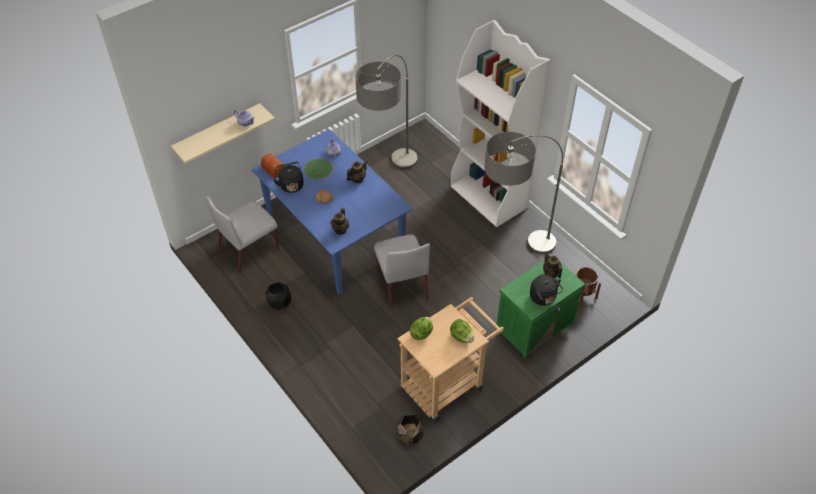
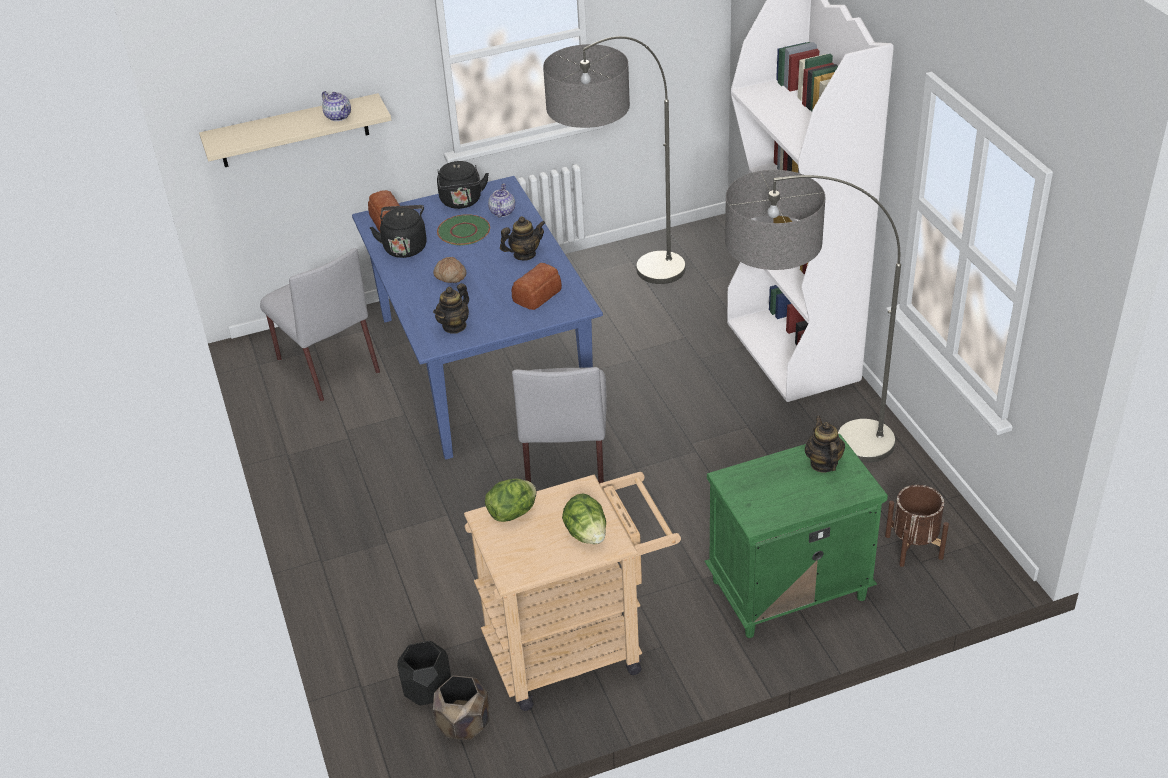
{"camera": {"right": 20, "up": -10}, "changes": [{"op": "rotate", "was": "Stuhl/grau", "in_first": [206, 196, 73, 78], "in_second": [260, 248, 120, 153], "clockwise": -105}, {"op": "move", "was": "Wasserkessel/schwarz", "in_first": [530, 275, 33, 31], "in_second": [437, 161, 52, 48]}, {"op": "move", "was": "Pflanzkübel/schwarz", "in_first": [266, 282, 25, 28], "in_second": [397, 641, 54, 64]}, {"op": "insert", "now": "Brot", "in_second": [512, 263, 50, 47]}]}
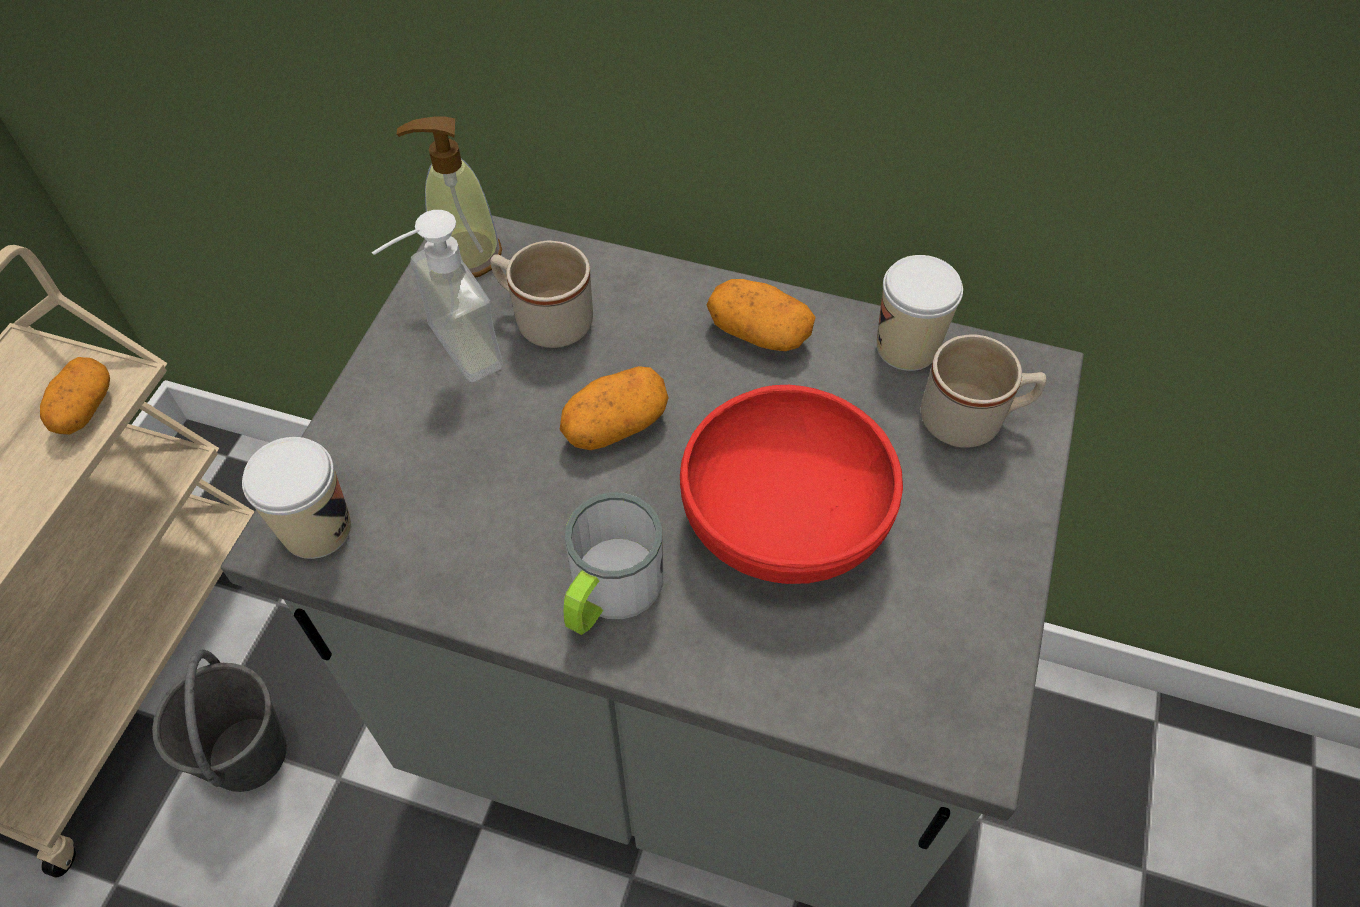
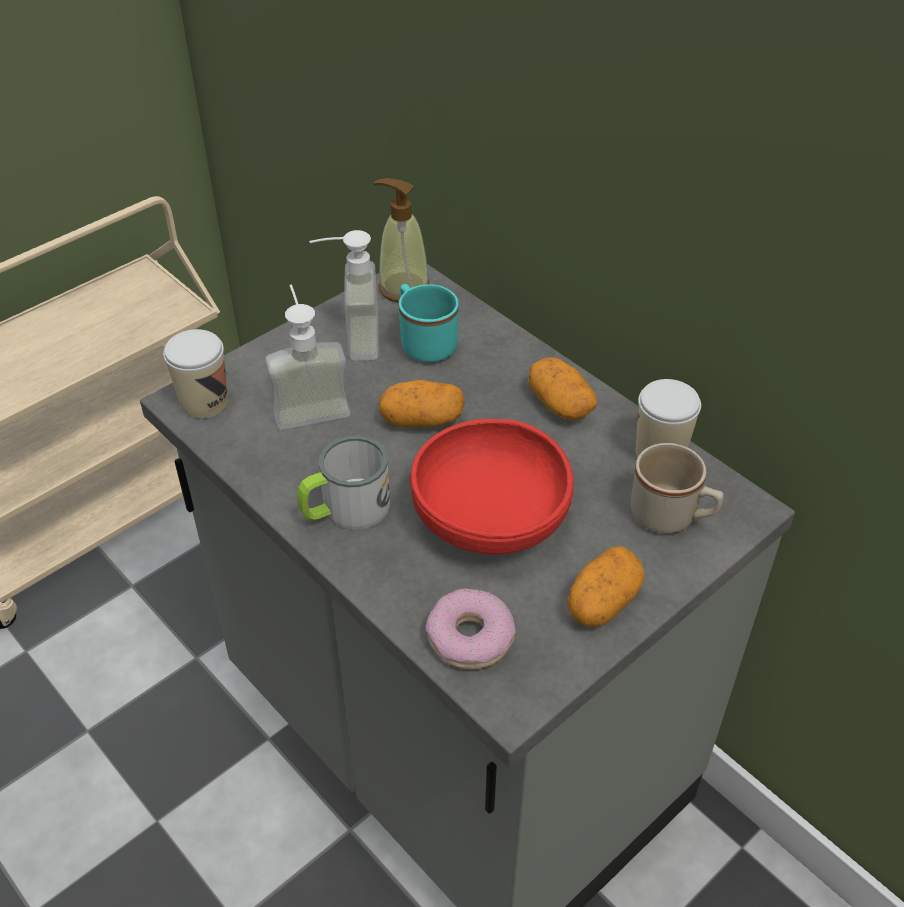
{"camera": {"right": 30, "up": -10}, "changes": [{"op": "recolor", "was": "Henkelbecher/beige", "now": "Henkelbecher/türkis", "in_first": [490, 241, 103, 107], "in_second": [399, 284, 60, 79]}, {"op": "move", "was": "Kartoffel", "in_first": [40, 357, 70, 78], "in_second": [567, 546, 78, 81]}, {"op": "delete", "was": "Eimer/grau", "in_first": [152, 649, 135, 143]}, {"op": "insert", "now": "Seifenspender", "in_second": [266, 284, 85, 146]}, {"op": "insert", "now": "Donut", "in_second": [425, 589, 91, 81]}]}
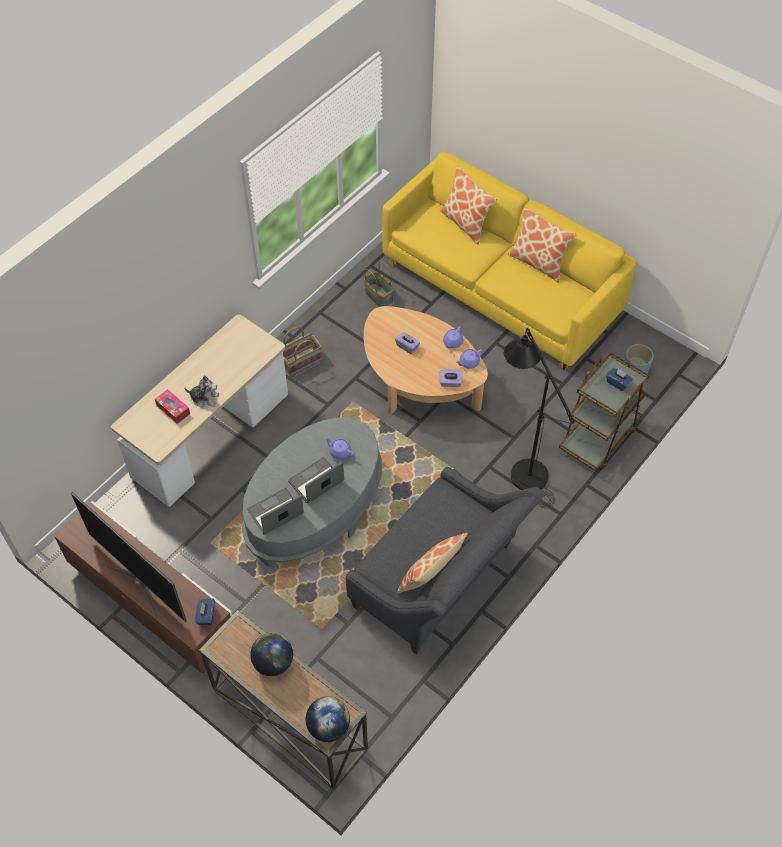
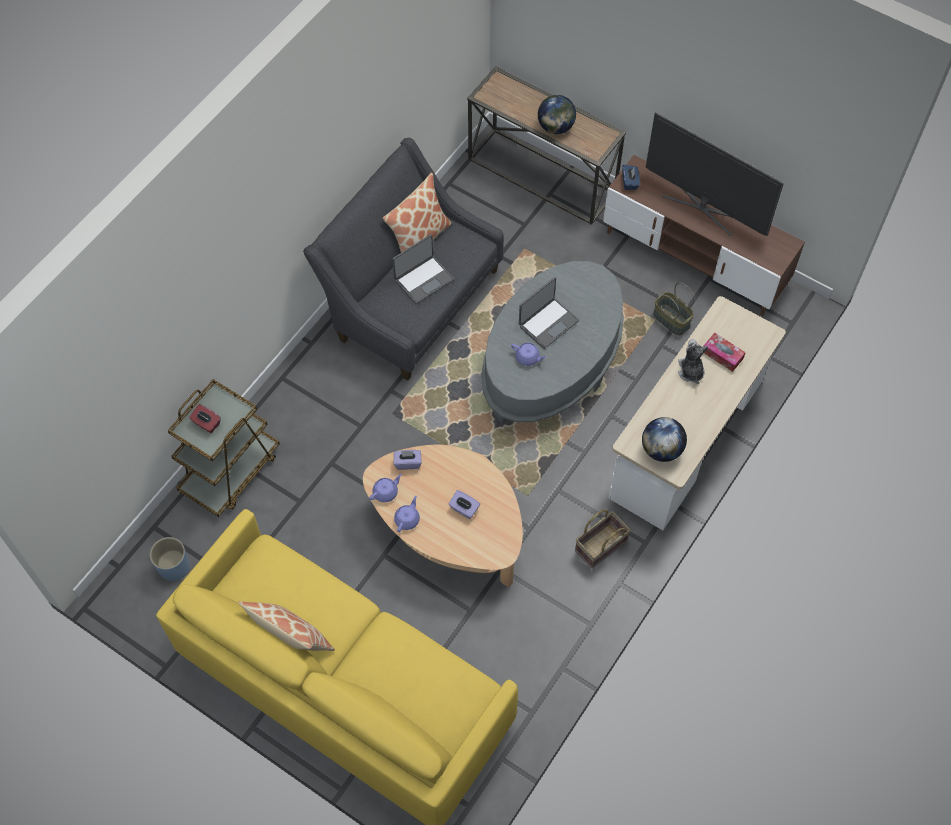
{"camera": {"right": 175, "up": 5}, "changes": [{"op": "delete", "was": "Kissen", "in_first": [440, 165, 57, 80]}, {"op": "move", "was": "Korb", "in_first": [364, 261, 30, 46], "in_second": [653, 282, 42, 54]}, {"op": "delete", "was": "Stehlampe/schwarz", "in_first": [504, 328, 70, 180]}, {"op": "recolor", "was": "Taschentuchbox/blau", "now": "Taschentuchbox/rot", "in_first": [606, 368, 27, 23], "in_second": [189, 404, 32, 29]}, {"op": "rotate", "was": "Plüschtier", "in_first": [184, 375, 35, 33], "in_second": [678, 339, 30, 45], "clockwise": 75}, {"op": "move", "was": "Laptop", "in_first": [247, 488, 57, 46], "in_second": [392, 234, 62, 70]}, {"op": "move", "was": "Globus", "in_first": [306, 696, 44, 46], "in_second": [642, 417, 45, 45]}]}
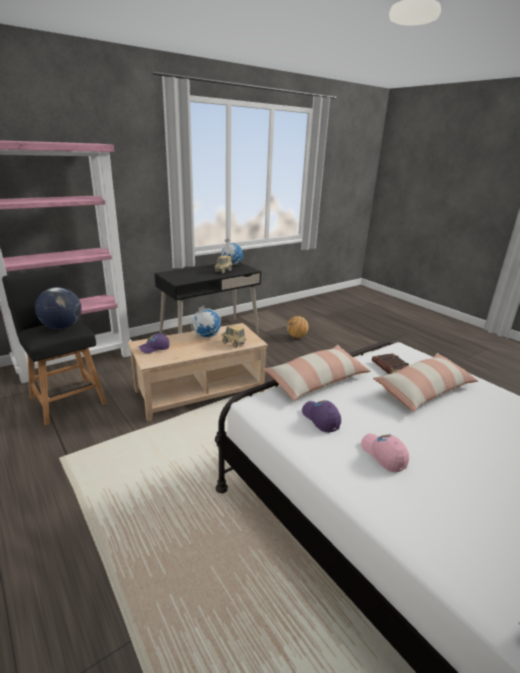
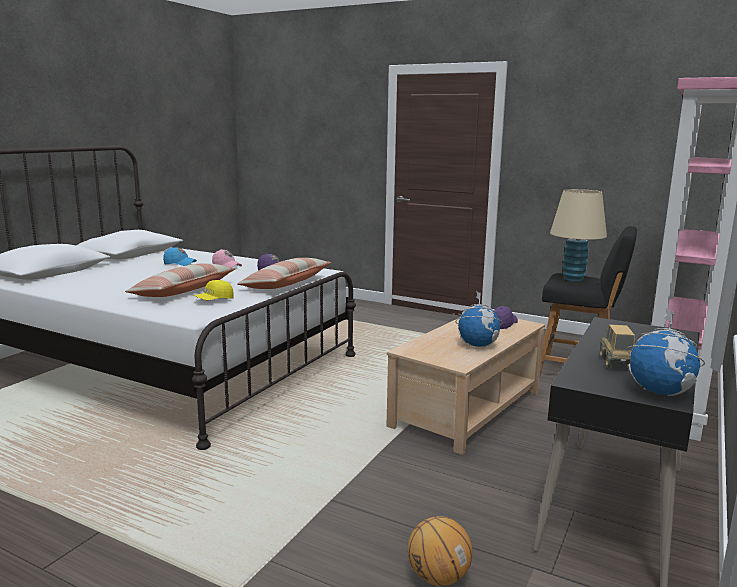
{"camera": {"right": 155, "up": -10}, "changes": [{"op": "replace", "was": "Globus", "now": "Tischlampe/beige", "in_first": [35, 287, 47, 42], "in_second": [550, 189, 57, 92]}, {"op": "delete", "was": "Spielzeuglaster", "in_first": [221, 324, 25, 24]}, {"op": "replace", "was": "Buch/braun", "now": "Kappe/gelb", "in_first": [372, 353, 37, 21], "in_second": [193, 280, 41, 20]}, {"op": "insert", "now": "Kappe/blau", "in_second": [163, 247, 34, 19]}]}
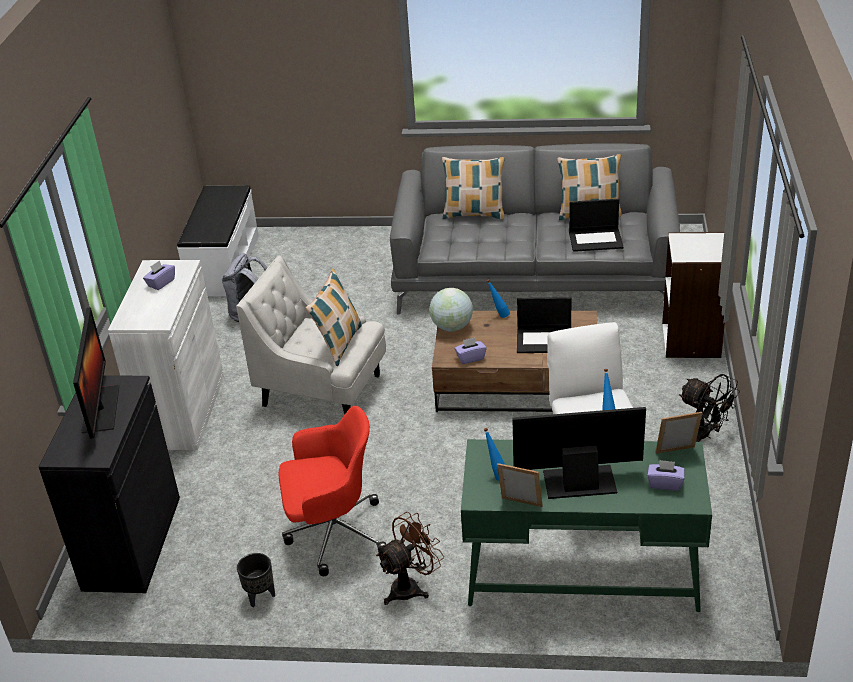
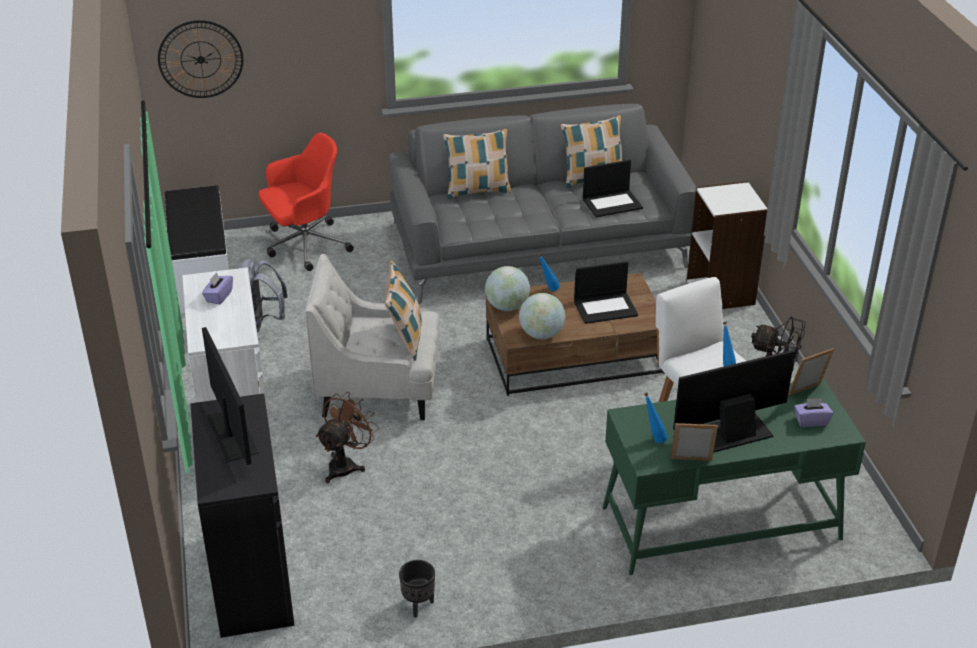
{"camera": {"right": -20, "up": 0}, "changes": [{"op": "replace", "was": "Taschentuchbox/lila", "now": "Globus", "in_first": [454, 337, 33, 27], "in_second": [519, 293, 46, 46]}, {"op": "move", "was": "Bürostuhl/rot", "in_first": [278, 406, 108, 170], "in_second": [259, 133, 95, 138]}, {"op": "move", "was": "Ventilator/braun", "in_first": [376, 512, 68, 93], "in_second": [316, 392, 63, 91]}, {"op": "insert", "now": "Wanduhr", "in_second": [158, 20, 85, 78]}]}
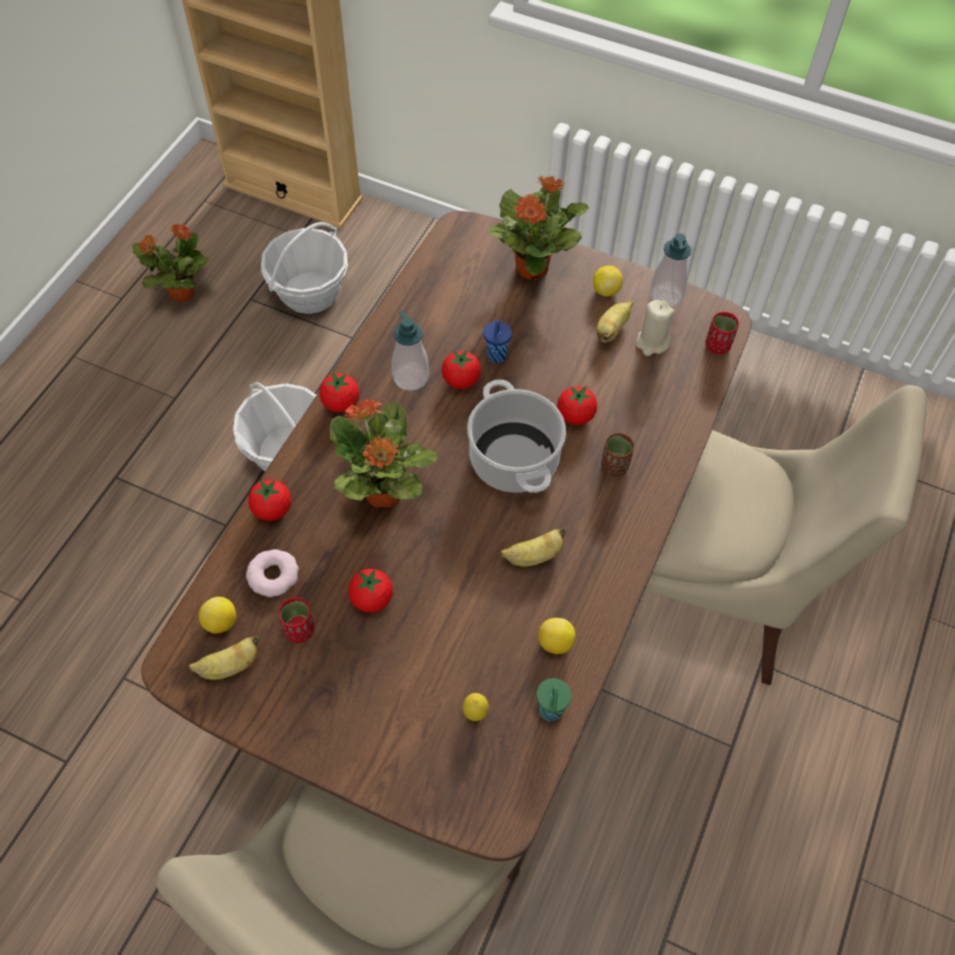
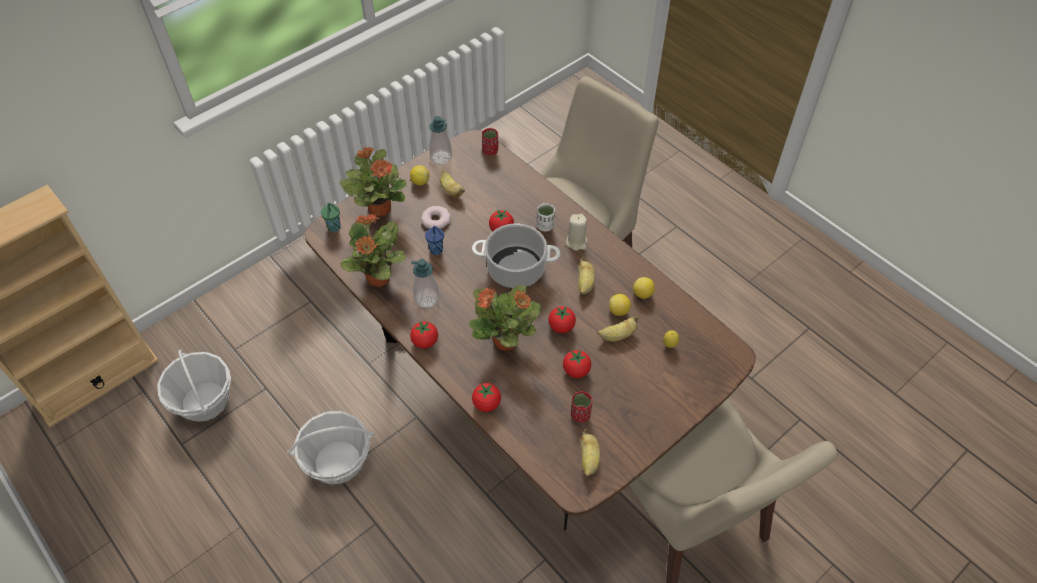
{"camera": {"right": -65, "up": -5}, "changes": [{"op": "move", "was": "Topfpflanze", "in_first": [133, 224, 76, 78], "in_second": [340, 213, 66, 74]}, {"op": "move", "was": "Kerze/beige", "in_first": [636, 300, 38, 56], "in_second": [566, 214, 22, 37]}, {"op": "move", "was": "Tomate", "in_first": [442, 350, 39, 39], "in_second": [548, 306, 28, 27]}, {"op": "recolor", "was": "Tasse/braun", "now": "Tasse/weiß", "in_first": [601, 432, 33, 45], "in_second": [537, 203, 18, 28]}, {"op": "move", "was": "Donut", "in_first": [246, 549, 53, 48], "in_second": [421, 206, 30, 23]}, {"op": "move", "was": "Zitrone", "in_first": [199, 597, 37, 37], "in_second": [609, 294, 22, 22]}, {"op": "move", "was": "Tasse/grün", "in_first": [536, 678, 35, 44], "in_second": [321, 203, 20, 29]}, {"op": "insert", "now": "Banane", "in_second": [597, 316, 42, 26]}]}
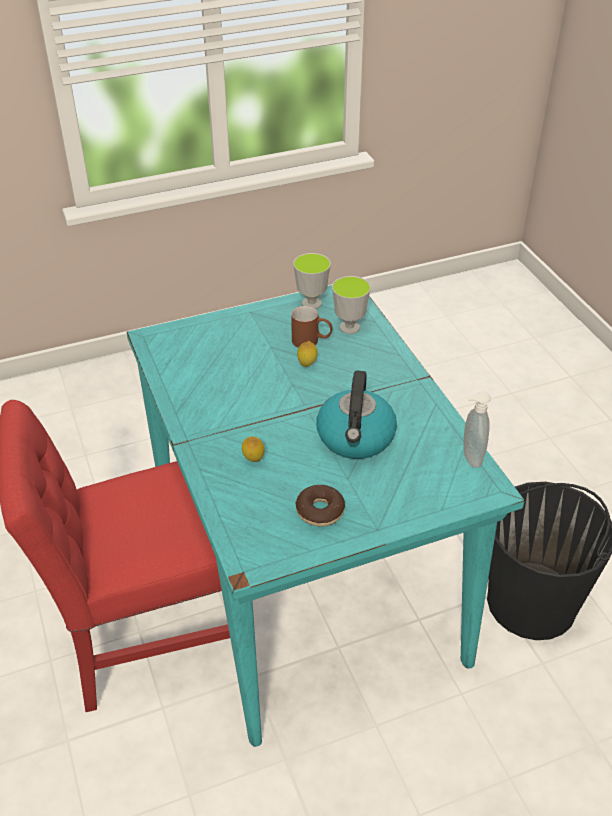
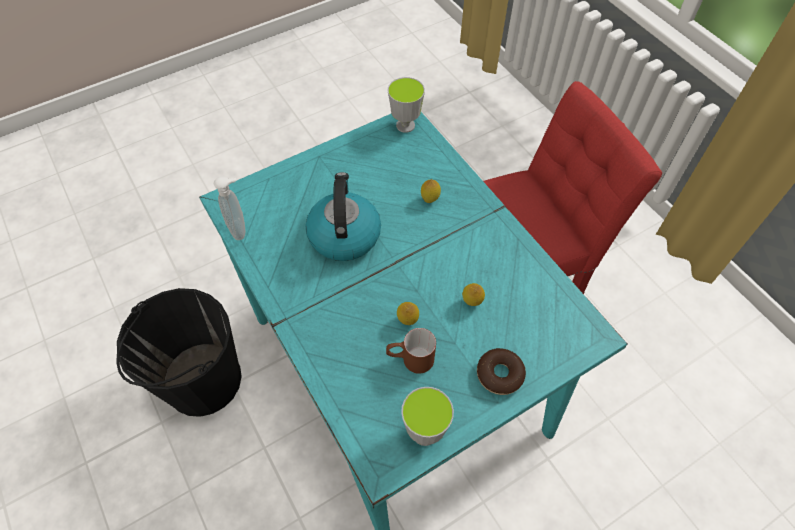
{"camera": {"right": 170, "up": 15}, "changes": [{"op": "move", "was": "Tasse", "in_first": [332, 276, 39, 58], "in_second": [388, 77, 37, 56]}, {"op": "move", "was": "Donut", "in_first": [295, 485, 50, 42], "in_second": [477, 348, 49, 47]}, {"op": "insert", "now": "Zitrone", "in_second": [462, 283, 23, 23]}]}
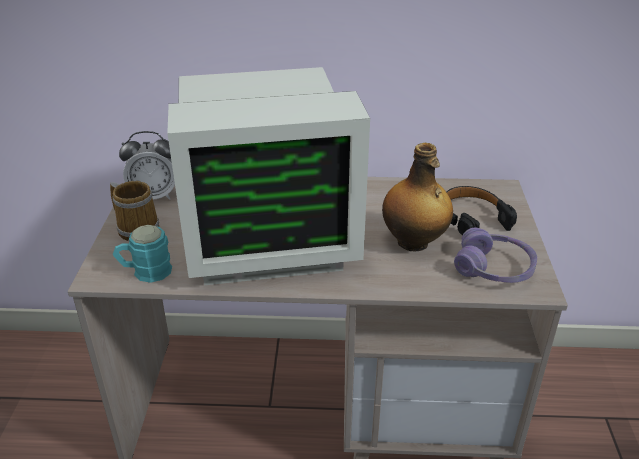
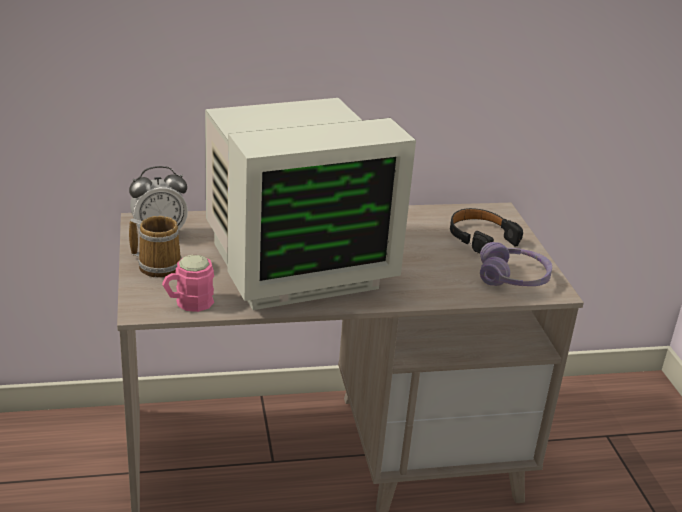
{"camera": {"right": -15, "up": -5}, "changes": [{"op": "delete", "was": "Flasche", "in_first": [382, 143, 71, 108]}, {"op": "recolor", "was": "Henkelbecher/türkis", "now": "Henkelbecher/rosa", "in_first": [113, 225, 59, 58], "in_second": [162, 255, 52, 57]}]}
